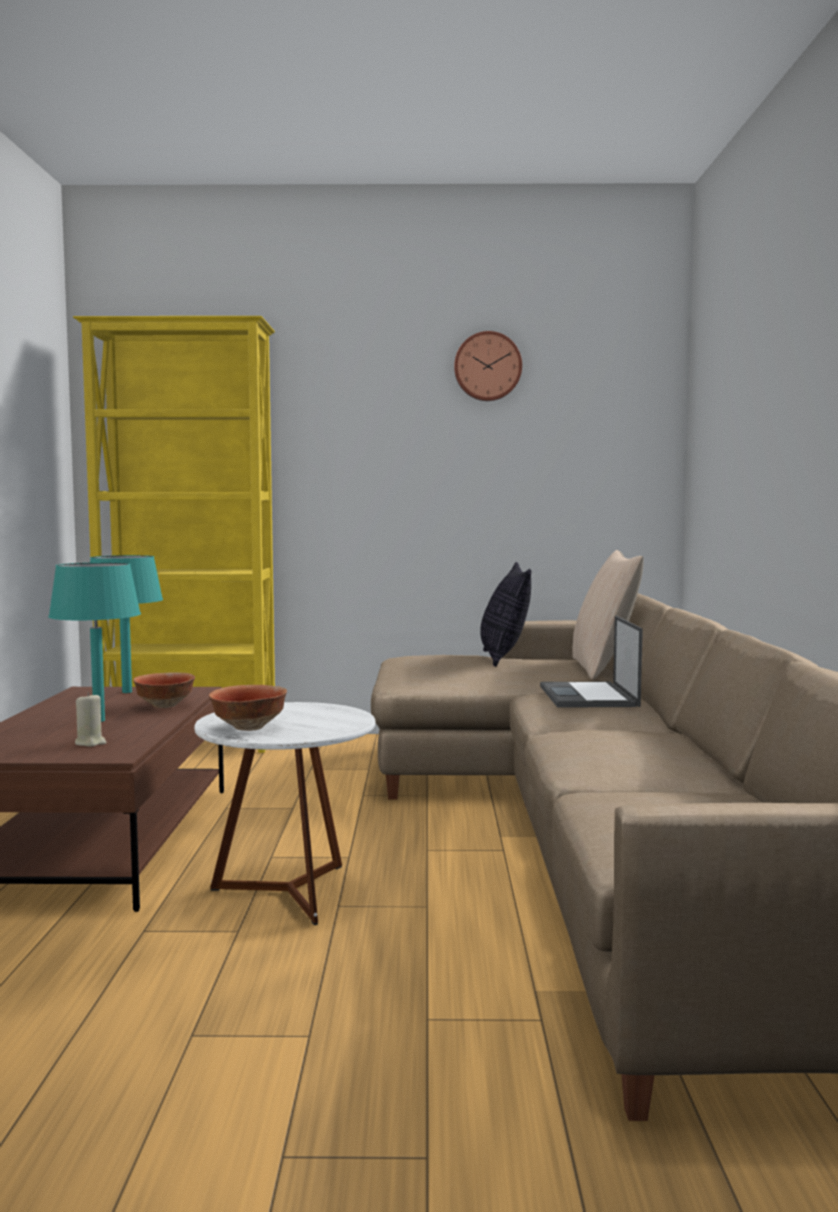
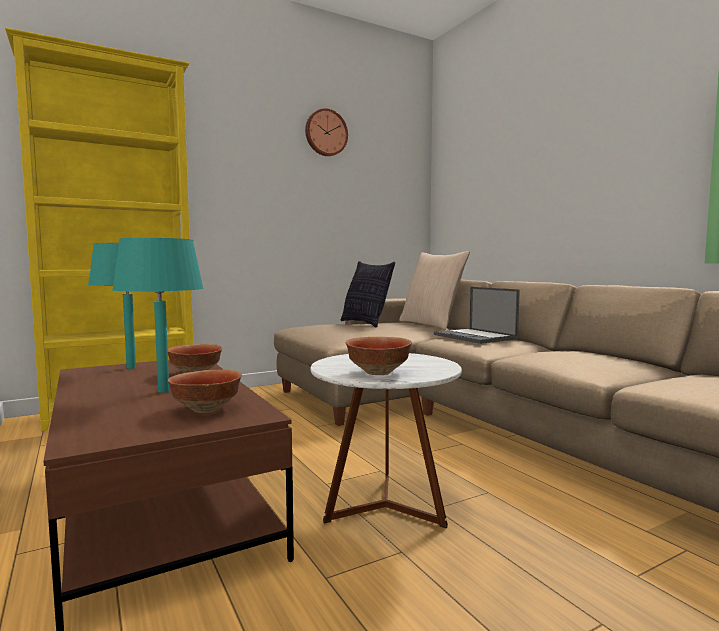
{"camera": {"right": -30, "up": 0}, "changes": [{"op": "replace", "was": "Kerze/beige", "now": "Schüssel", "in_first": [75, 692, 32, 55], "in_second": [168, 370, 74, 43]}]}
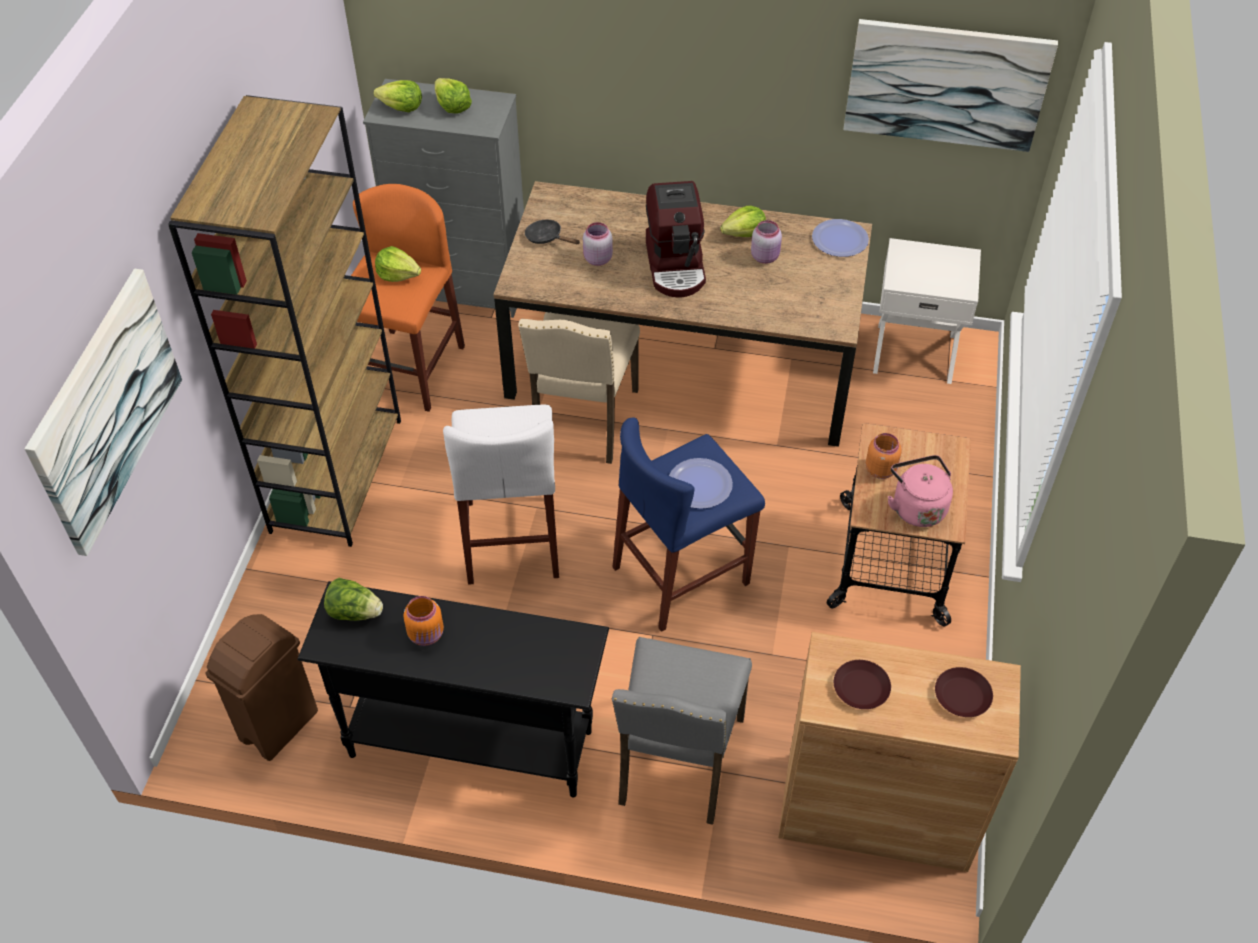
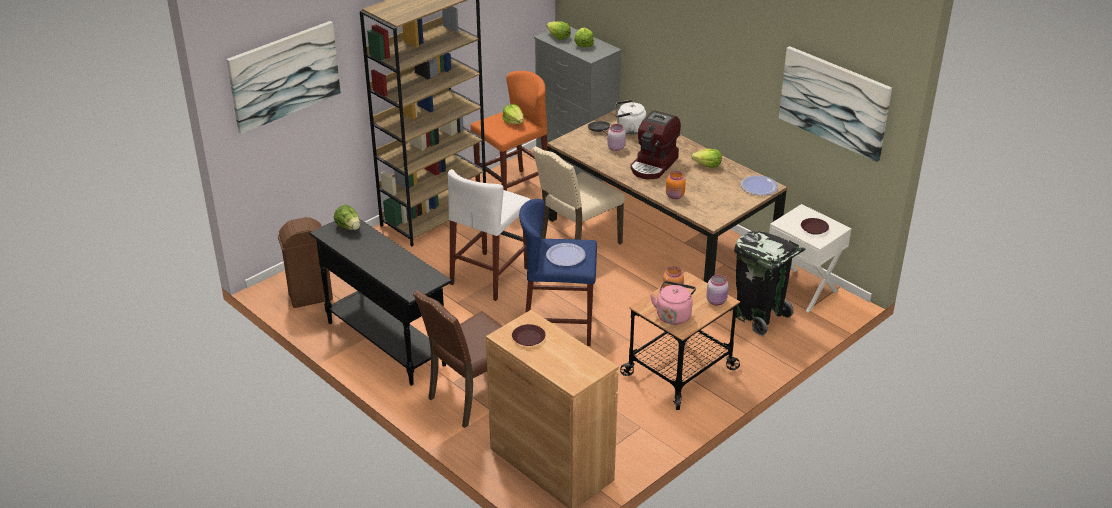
{"camera": {"right": 35, "up": -15}, "changes": [{"op": "move", "was": "Vorratsglas/rosa", "in_first": [751, 220, 31, 44], "in_second": [706, 275, 22, 30]}, {"op": "move", "was": "Vorratsglas/orange", "in_first": [403, 596, 41, 50], "in_second": [666, 171, 20, 28]}, {"op": "recolor", "was": "Stuhl/grau", "now": "Stuhl/braun", "in_first": [612, 637, 140, 188], "in_second": [413, 290, 89, 138]}, {"op": "move", "was": "Teller/braun", "in_first": [935, 667, 58, 50], "in_second": [801, 218, 28, 17]}, {"op": "insert", "now": "Wasserkessel/weiß", "in_second": [615, 100, 32, 34]}, {"op": "insert", "now": "Mülleimer/schwarz", "in_second": [734, 231, 72, 106]}]}
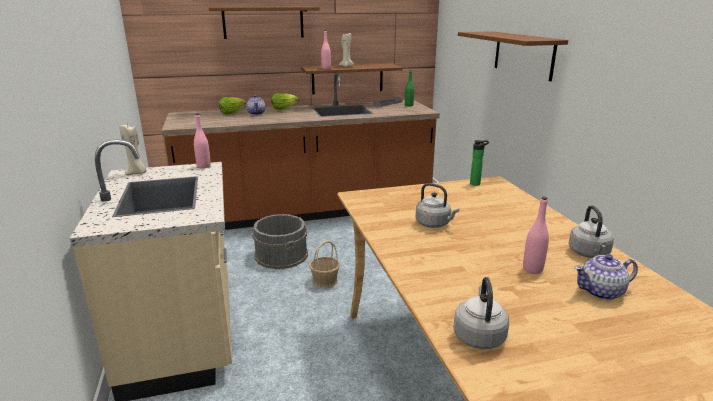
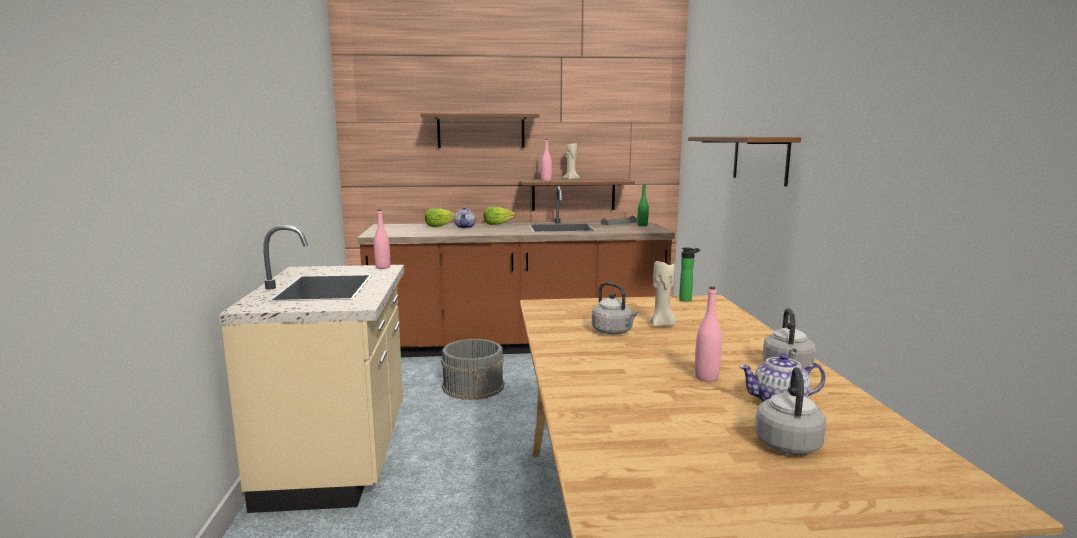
{"camera": {"right": 10, "up": -10}, "changes": [{"op": "move", "was": "Kerze/beige", "in_first": [119, 124, 28, 51], "in_second": [651, 261, 25, 66]}, {"op": "delete", "was": "Korb", "in_first": [309, 240, 31, 48]}, {"op": "move", "was": "Wasserkessel/grau", "in_first": [453, 277, 56, 72], "in_second": [755, 367, 71, 88]}]}
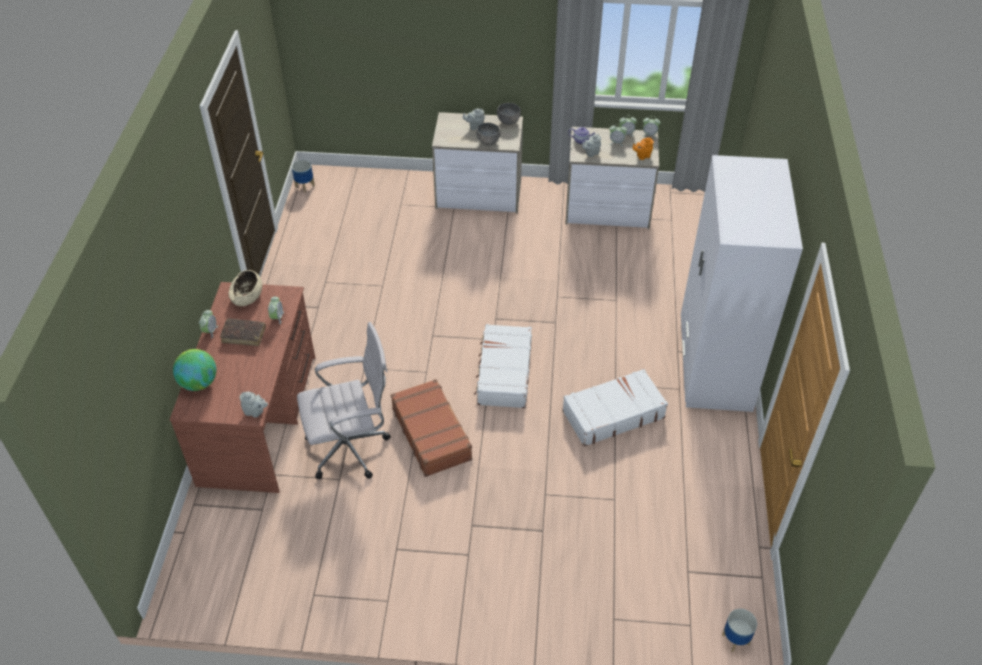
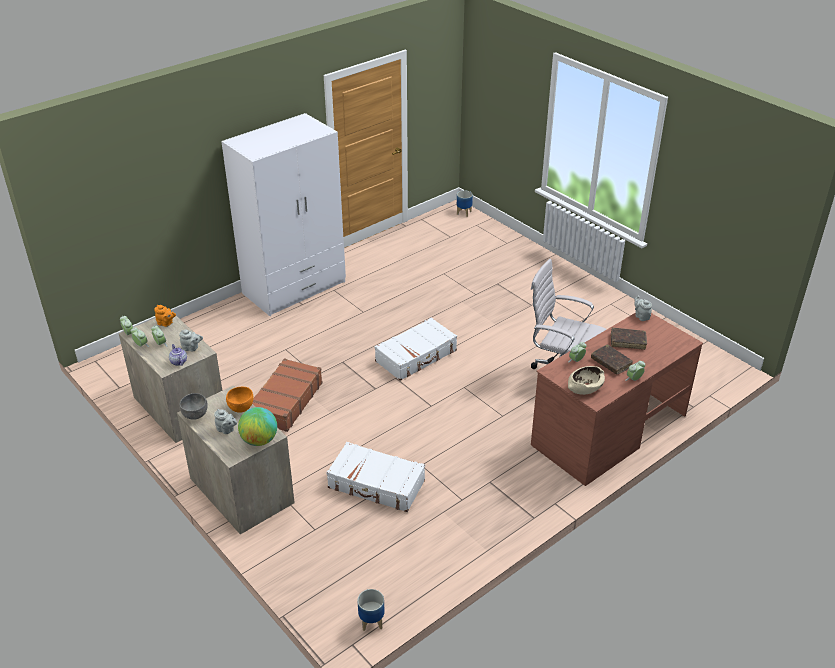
{"camera": {"right": -135, "up": -10}, "changes": [{"op": "recolor", "was": "Schüssel/grau", "now": "Schüssel/orange", "in_first": [476, 123, 25, 23], "in_second": [226, 387, 28, 26]}, {"op": "move", "was": "Globus", "in_first": [173, 349, 44, 42], "in_second": [238, 407, 39, 39]}, {"op": "move", "was": "Koffer/weiß", "in_first": [562, 369, 106, 78], "in_second": [326, 442, 99, 70]}, {"op": "move", "was": "Koffer/braun", "in_first": [391, 379, 81, 98], "in_second": [252, 358, 71, 74]}, {"op": "insert", "now": "Buch/braun", "in_second": [611, 328, 36, 22]}]}
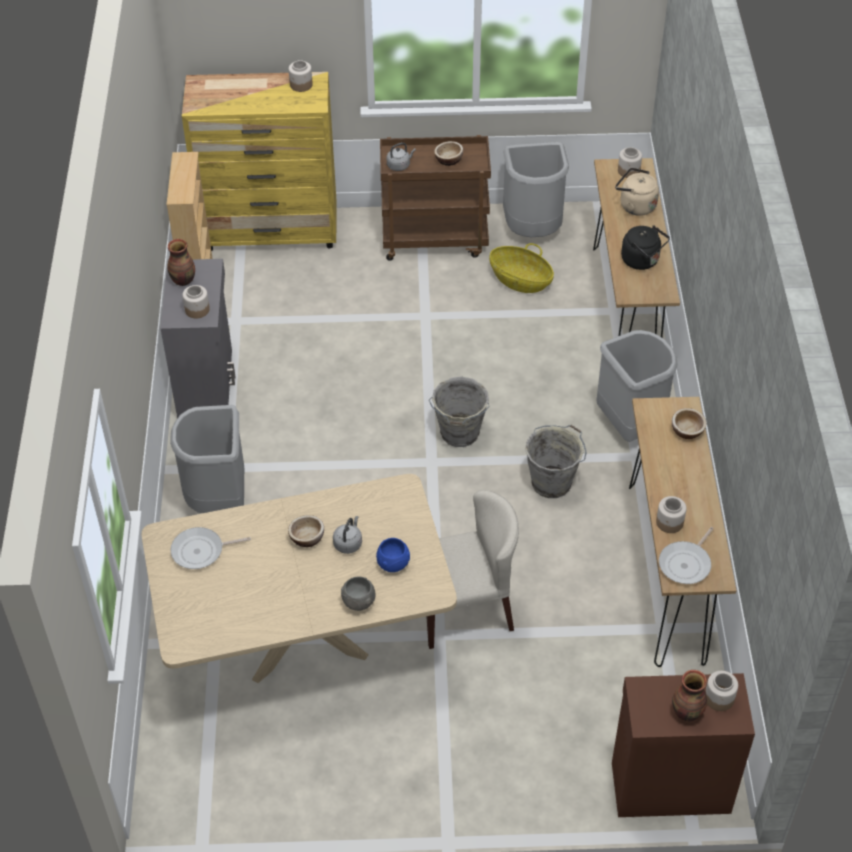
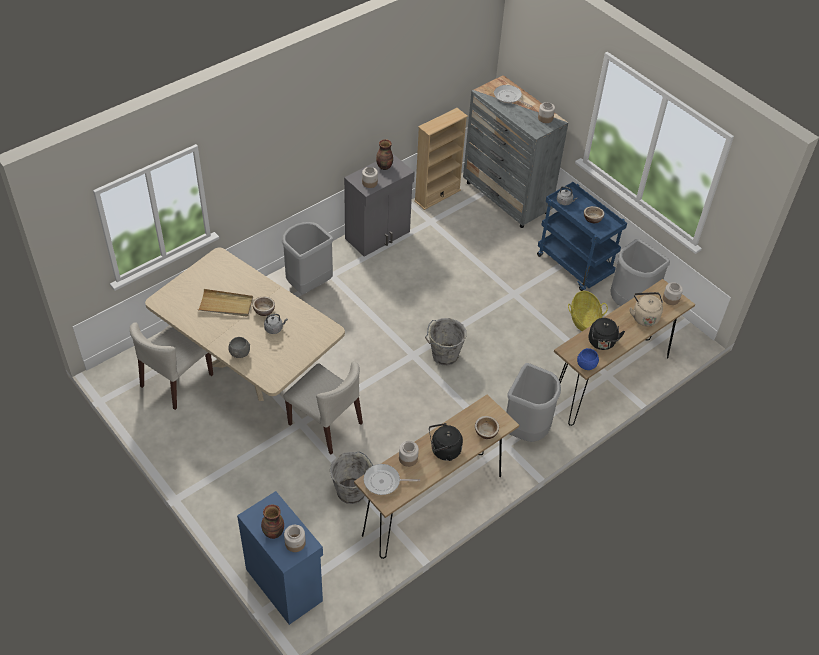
{"camera": {"right": 50, "up": 0}, "changes": [{"op": "recolor", "was": "Kommode/gelb", "now": "Kommode/grau", "in_first": [182, 72, 155, 179], "in_second": [463, 75, 105, 153]}, {"op": "recolor", "was": "Rollwagen/braun", "now": "Rollwagen/blau", "in_first": [380, 135, 111, 126], "in_second": [537, 182, 90, 109]}, {"op": "move", "was": "Eimer/grau", "in_first": [526, 425, 61, 73], "in_second": [330, 451, 43, 53]}, {"op": "move", "was": "Pfanne", "in_first": [171, 527, 80, 42], "in_second": [494, 85, 39, 22]}, {"op": "move", "was": "Schüssel/blau", "in_first": [376, 538, 34, 34], "in_second": [577, 348, 22, 22]}, {"op": "recolor", "was": "Schrank/braun", "now": "Schrank/blau", "in_first": [612, 673, 143, 144], "in_second": [237, 491, 86, 134]}, {"op": "insert", "now": "Tablett/beige", "in_second": [197, 289, 56, 28]}, {"op": "insert", "now": "Stuhl/beige", "in_second": [130, 322, 83, 88]}, {"op": "insert", "now": "Wasserkessel/schwarz", "in_second": [429, 423, 34, 38]}]}
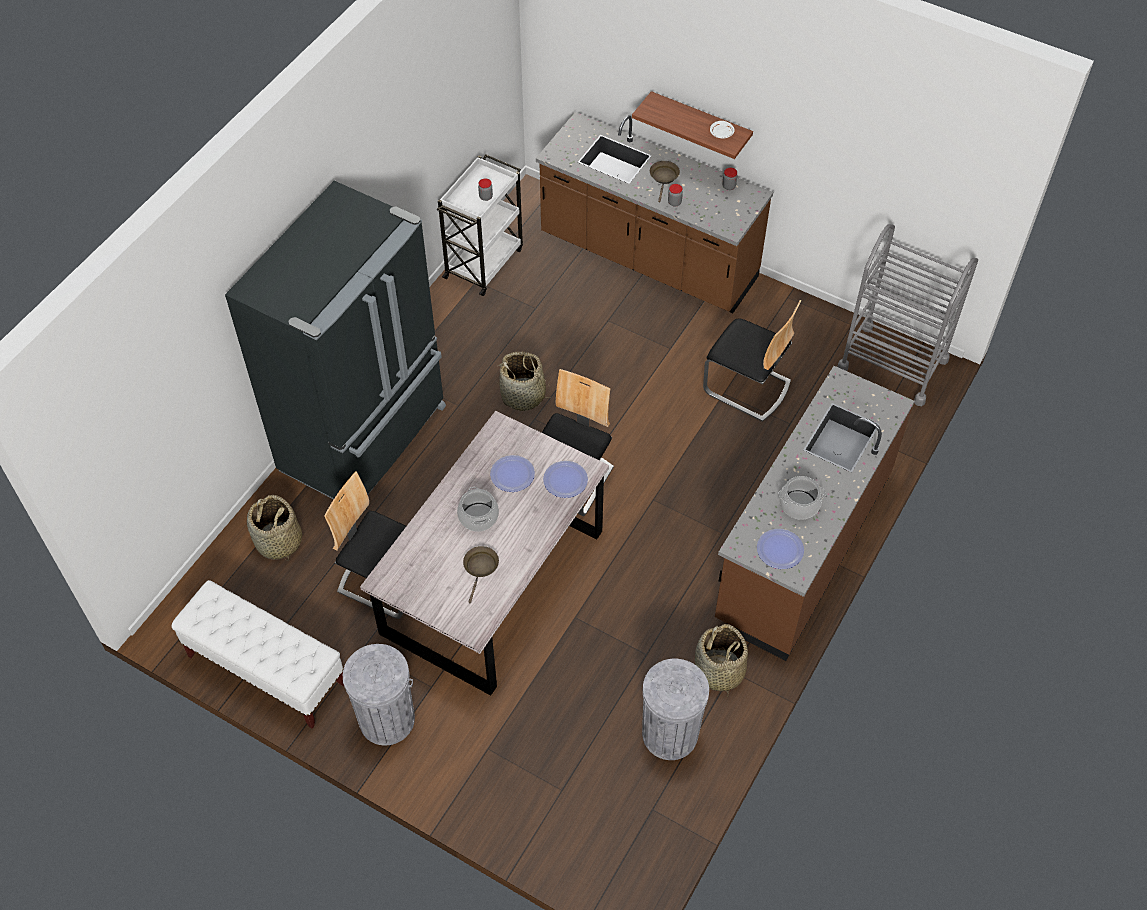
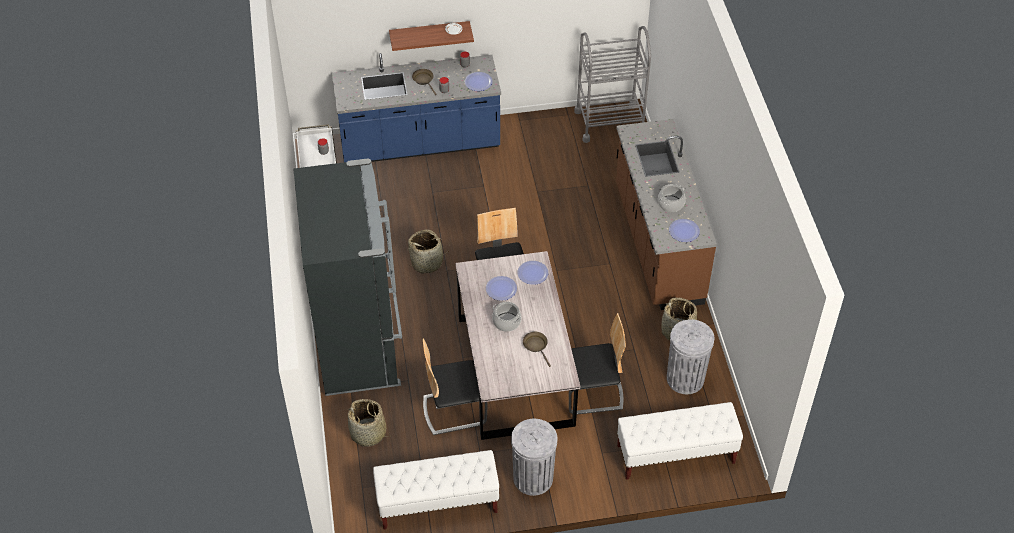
{"camera": {"right": -40, "up": -5}, "changes": [{"op": "recolor", "was": "Küchenzeile/braun", "now": "Küchenzeile/blau", "in_first": [536, 112, 237, 201], "in_second": [332, 53, 169, 109]}, {"op": "move", "was": "Stuhl", "in_first": [703, 300, 98, 122], "in_second": [569, 313, 57, 102]}, {"op": "insert", "now": "Teller", "in_second": [465, 72, 28, 19]}, {"op": "insert", "now": "Bank/weiß", "in_second": [617, 402, 126, 78]}]}
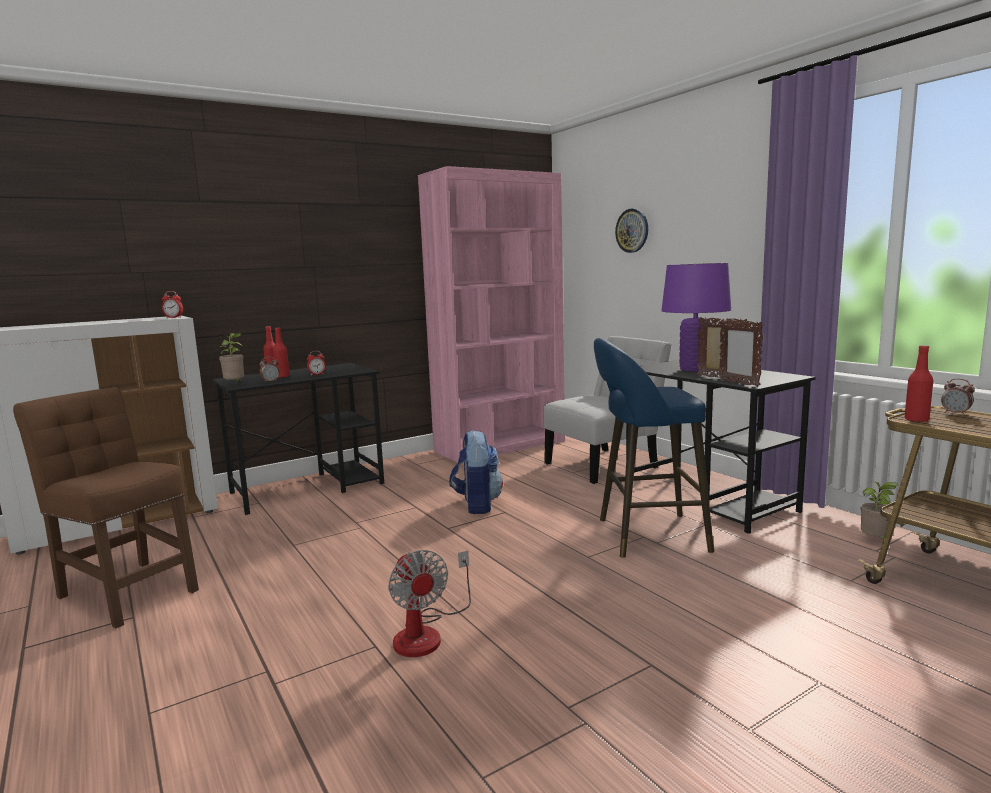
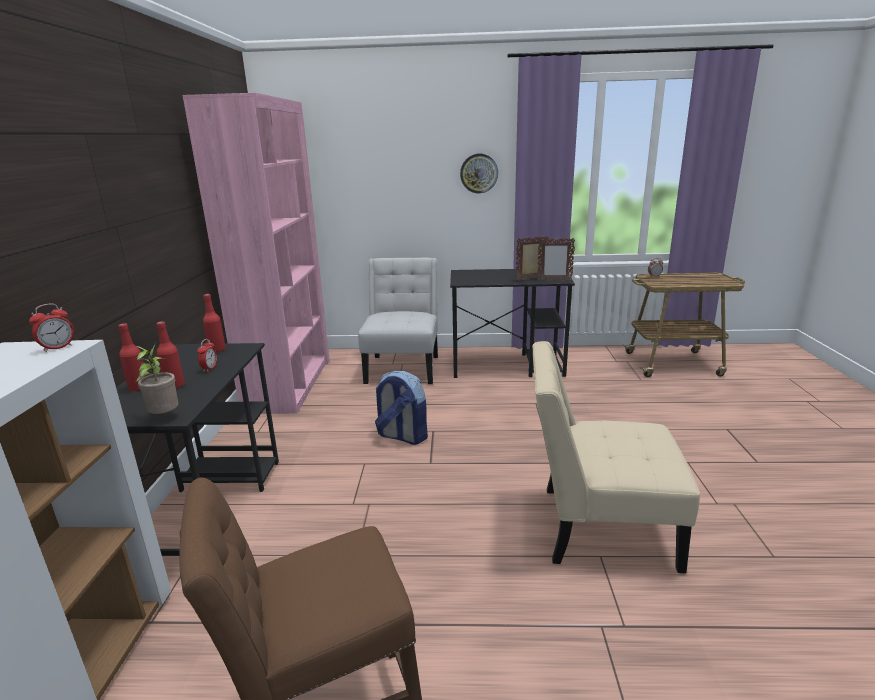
{"camera": {"right": -55, "up": 10}, "changes": [{"op": "move", "was": "Wanduhr", "in_first": [615, 208, 33, 45], "in_second": [460, 154, 38, 39]}, {"op": "delete", "was": "Tischlampe/lila", "in_first": [661, 263, 70, 109]}, {"op": "delete", "was": "Hocker/blau", "in_first": [594, 338, 120, 220]}, {"op": "move", "was": "Flasche/rot", "in_first": [904, 345, 29, 77], "in_second": [203, 294, 23, 59]}, {"op": "delete", "was": "Wecker", "in_first": [260, 357, 20, 26]}, {"op": "delete", "was": "Topfpflanze", "in_first": [861, 482, 38, 56]}, {"op": "replace", "was": "Ventilator", "now": "Stuhl/beige", "in_first": [388, 550, 83, 107], "in_second": [532, 341, 168, 233]}]}
